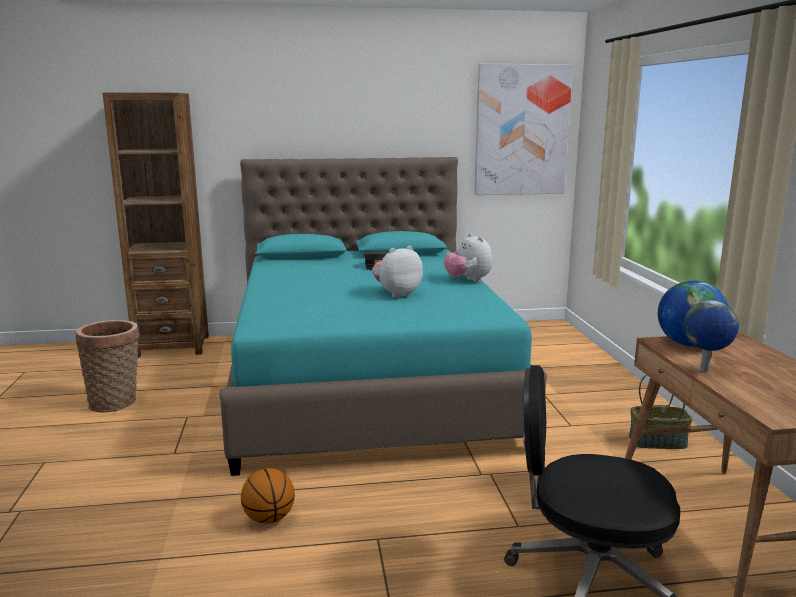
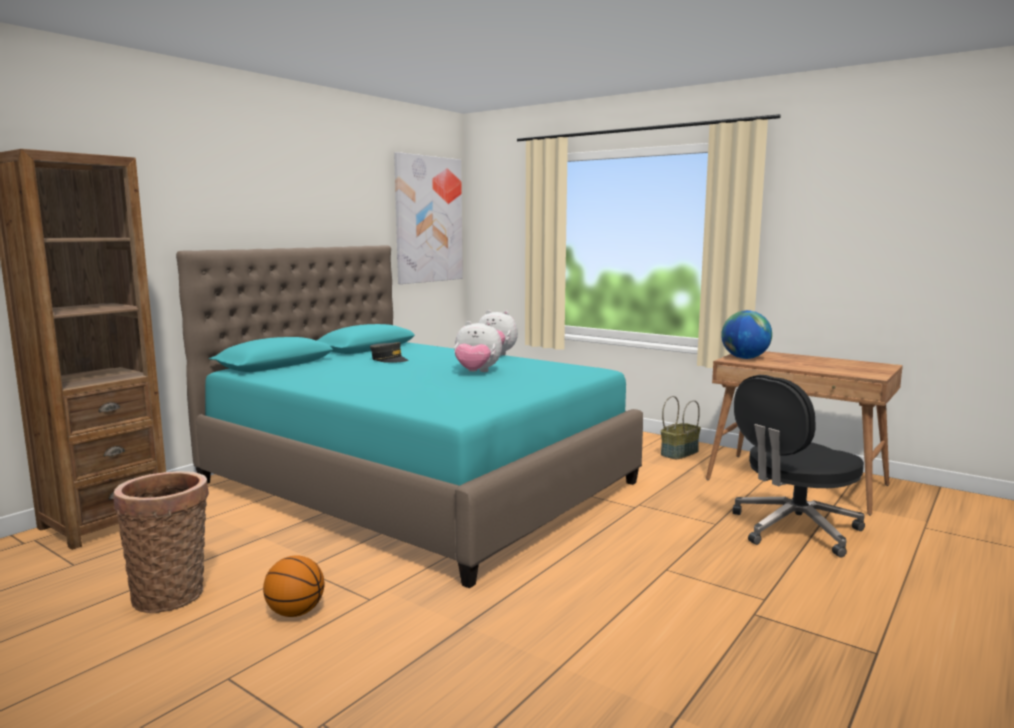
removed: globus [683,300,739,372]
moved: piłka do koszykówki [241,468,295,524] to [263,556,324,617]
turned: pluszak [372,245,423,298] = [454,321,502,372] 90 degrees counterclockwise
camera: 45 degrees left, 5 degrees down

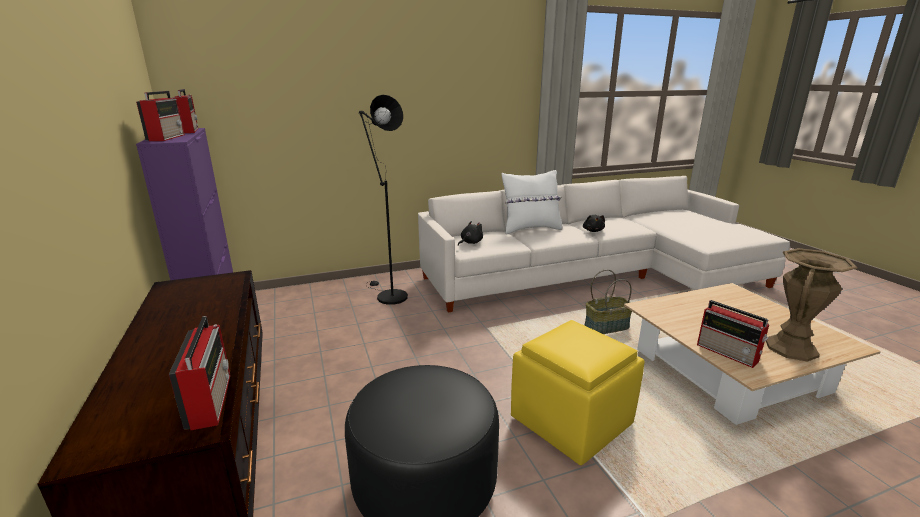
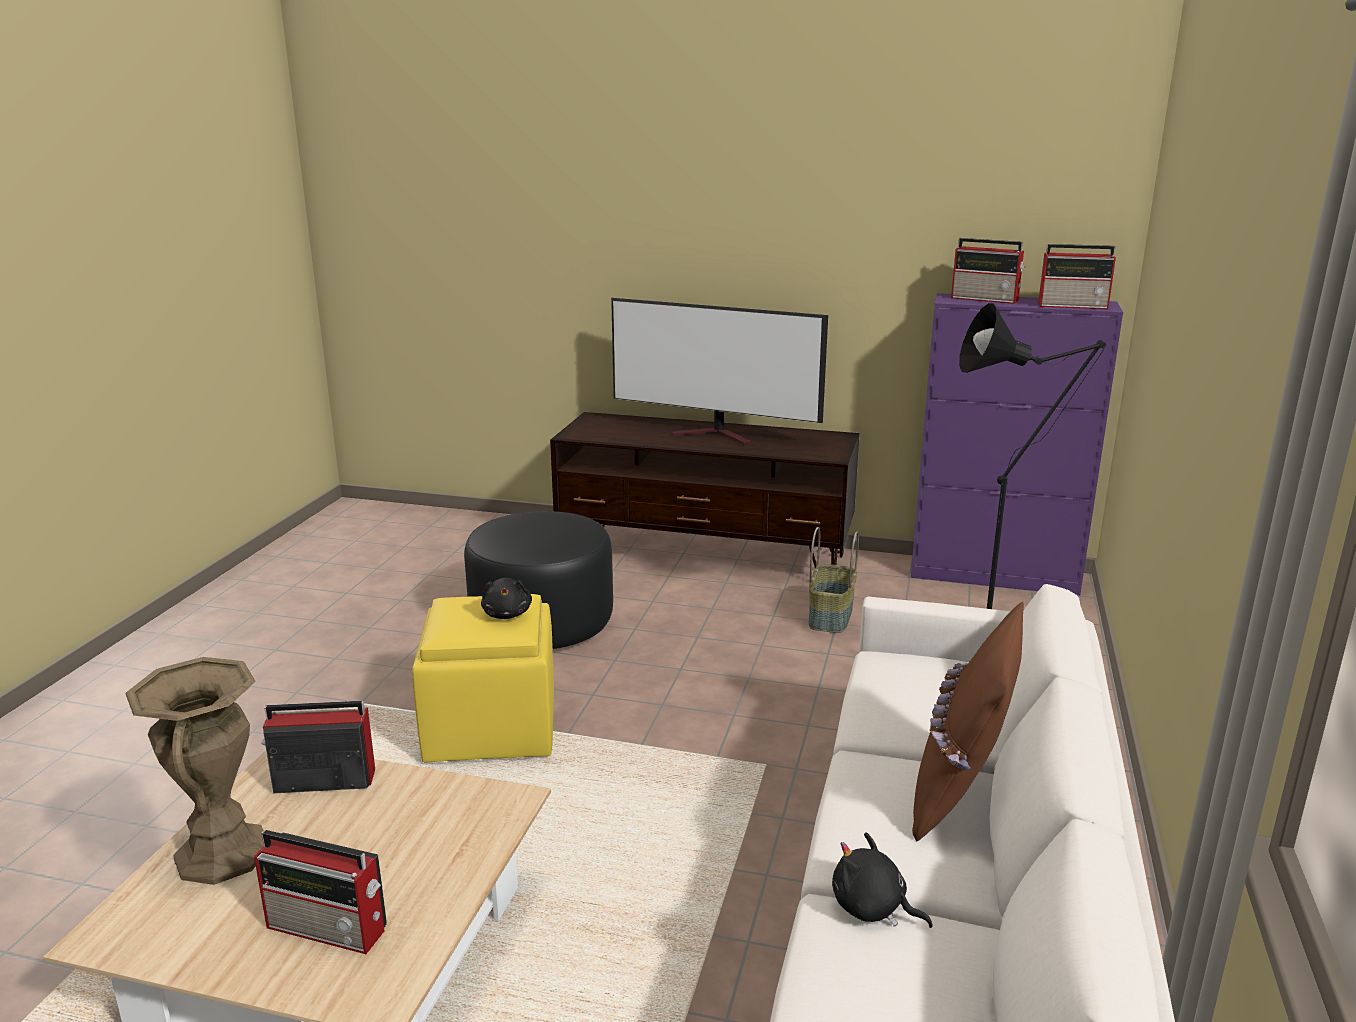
added: telewizor [611,298,828,445]
moved: radio [169,316,231,430] to [254,830,387,954]; pluszak/czarny [458,221,483,246] to [481,578,532,619]; koszyk [584,269,632,334] to [809,527,859,633]
recoloured: poduszka/biały [502,170,562,234] to poduszka/brązowy [912,602,1024,842]
camera: 125 degrees right, 0 degrees up

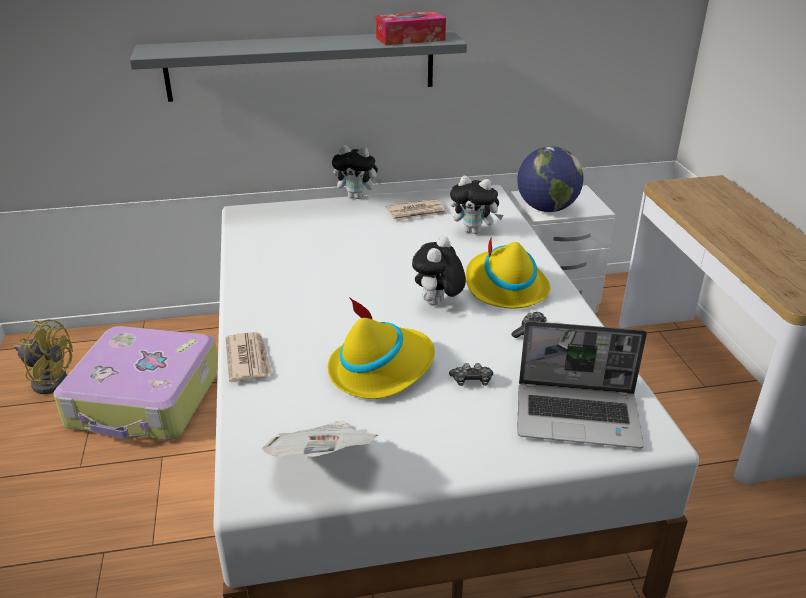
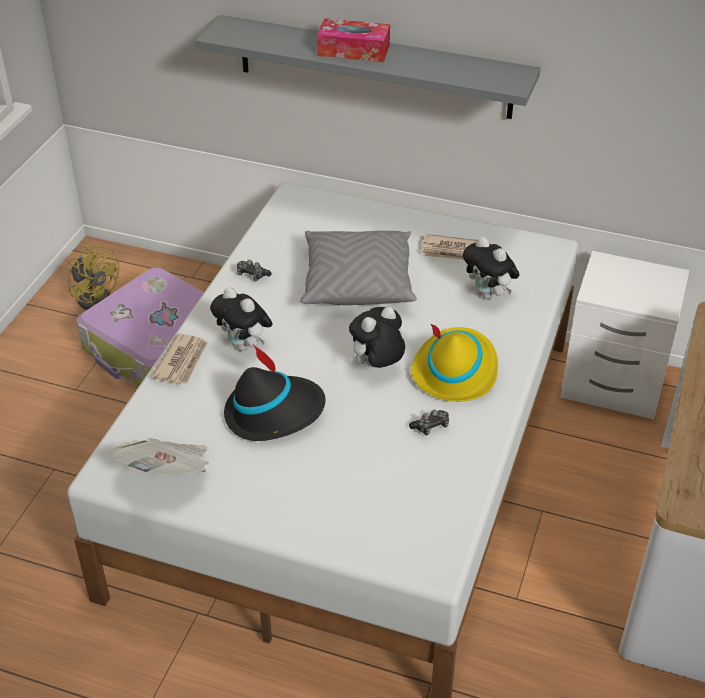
removed: laptop [517,321,647,448]; globus [518,146,584,212]
added: poduszka/szary [300,231,417,305]
moved: pluszak [332,145,382,199] to [210,287,273,351]; pad do gier [449,363,493,386] to [237,260,272,281]; pudełko chusteczek [375,11,446,45] to [317,18,390,62]
recoloured: kapelusz/żółty [328,297,435,399] to kapelusz/czarny [224,344,326,441]
camera: 30 degrees right, 10 degrees up

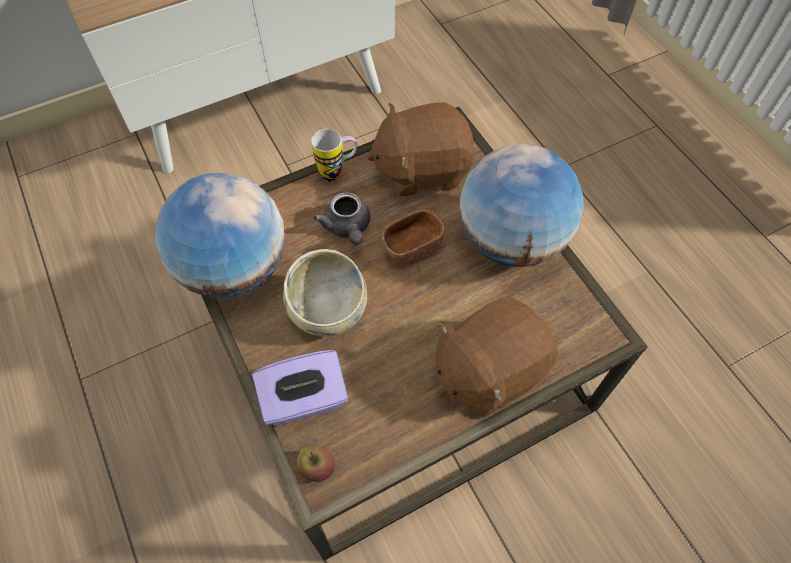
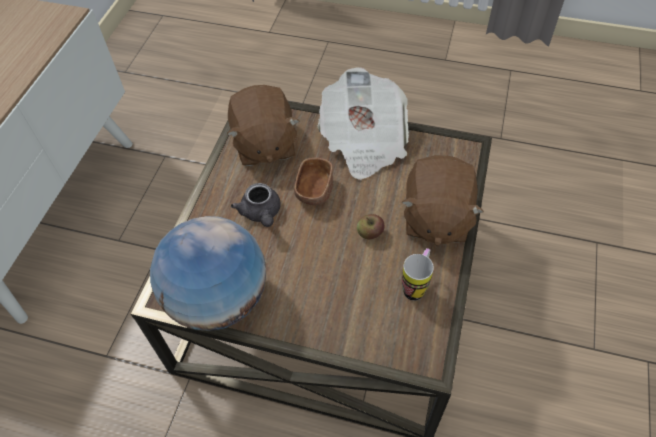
removed: pudełko chusteczek/fioletowy [252,350,348,426]; miska/beżowy [283,249,367,337]
moved: jabłko [297,445,335,482] to [357,214,385,239]; kubek [311,129,357,182] to [402,248,434,301]
replaced: globus [459,144,584,267] to gazeta [317,67,409,180]
turned: pluszak/brązowy [367,102,475,197] = [227,85,299,166] 45 degrees counterclockwise; imbryk/szary [314,192,370,245] = [231,183,281,227] 45 degrees clockwise
camera: 45 degrees left, 5 degrees down

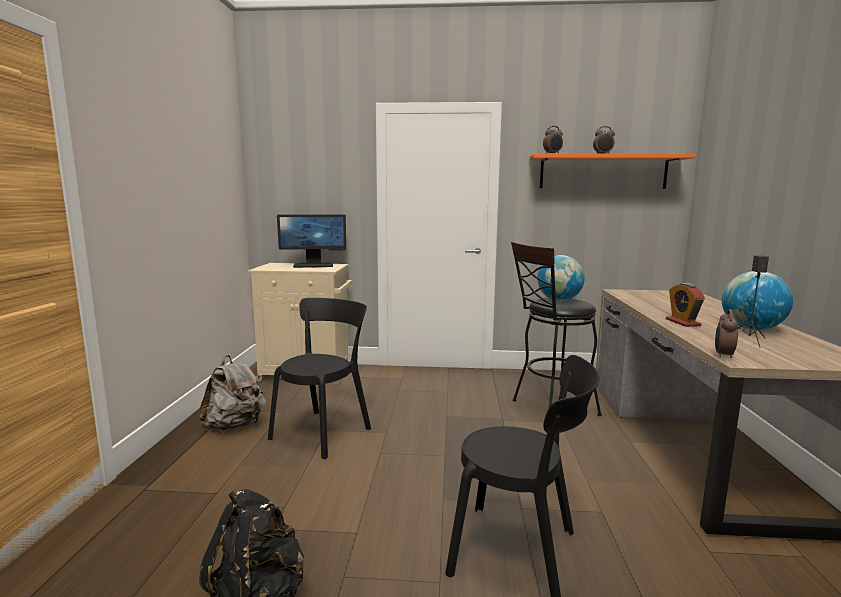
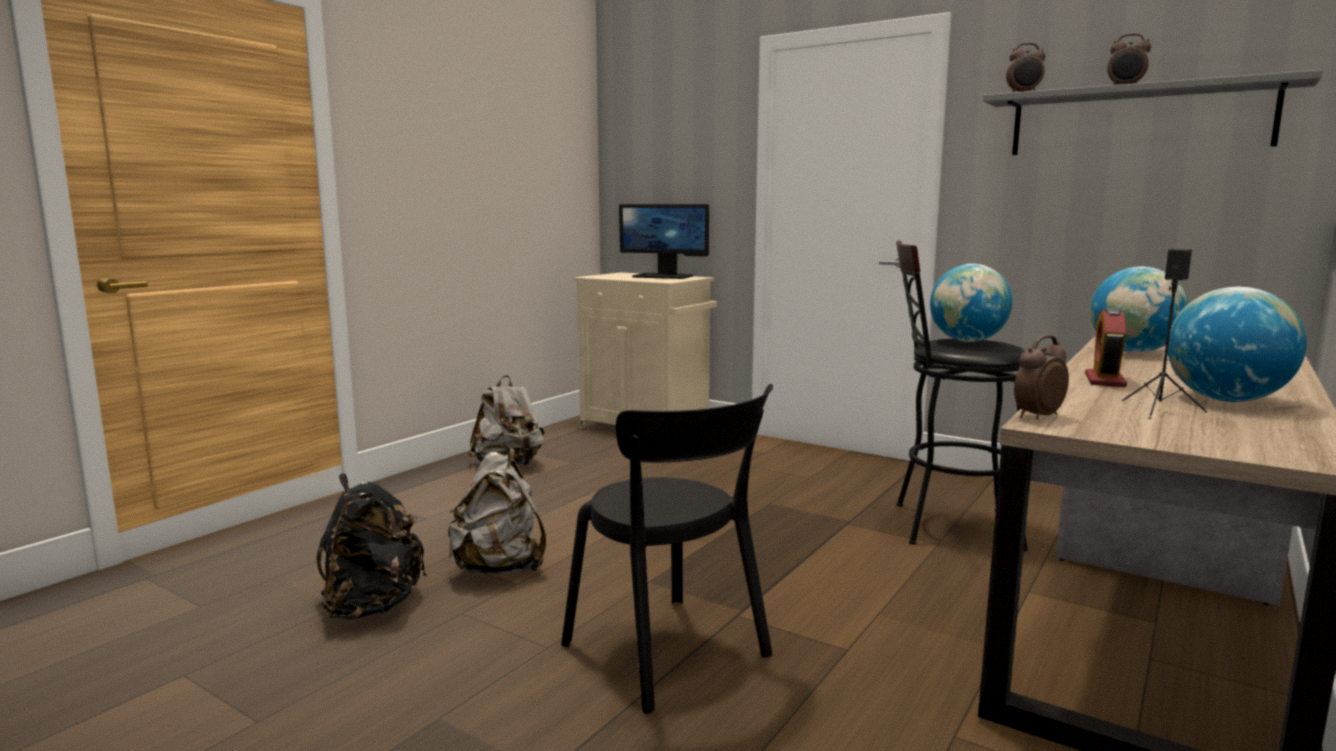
removed: krzesło/czarny [268,298,371,459]
added: plecak/szary [448,448,546,573]; globus [1090,266,1189,353]
recoloured: półka/pomarańczowy [529,154,696,189] to półka/szary [983,70,1323,155]
camera: 30 degrees right, 0 degrees up

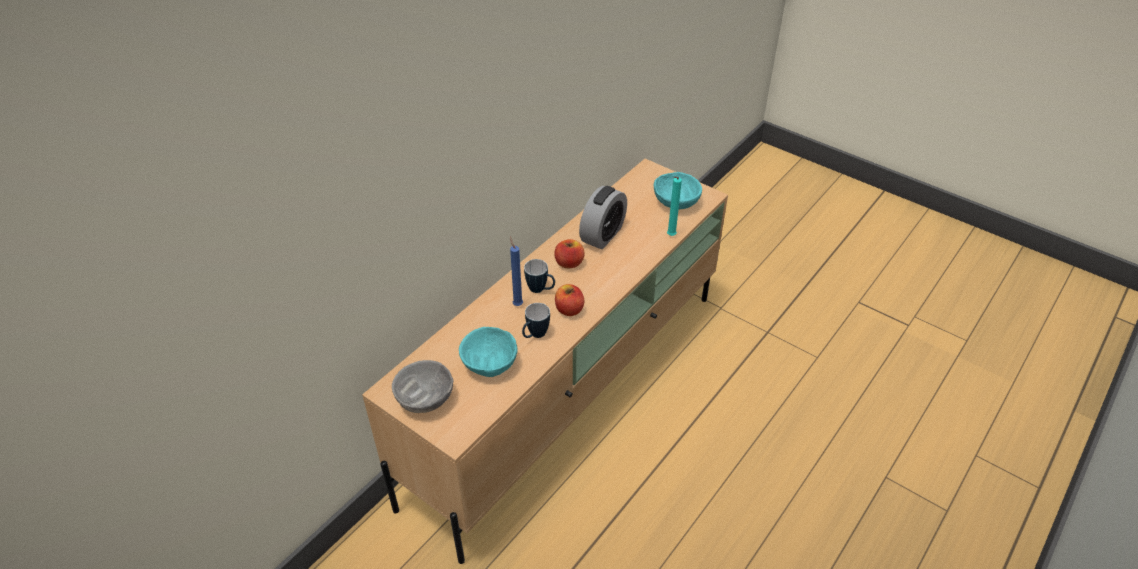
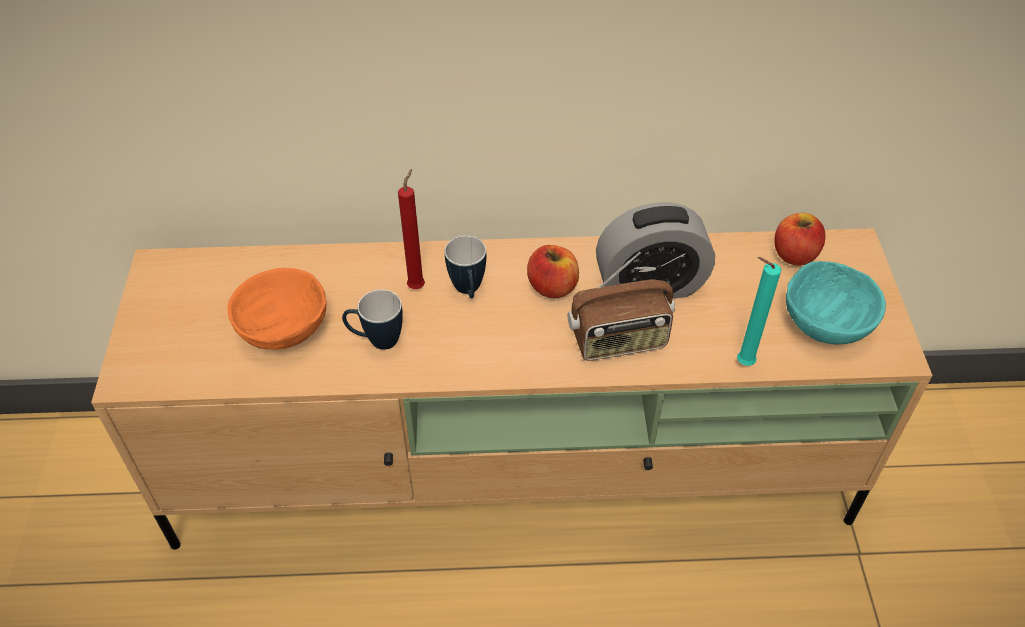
removed: miska/szary [392,360,453,413]
added: radio [568,252,675,361]
moved: jabłko [555,284,584,316] to [774,213,825,266]
recoloured: miska/turkusowy [459,327,518,377] to miska/pomarańczowy [228,268,327,350]; świeca/niebieski [510,236,523,306] to świeca/czerwony [398,169,425,289]
camera: 50 degrees right, 5 degrees up

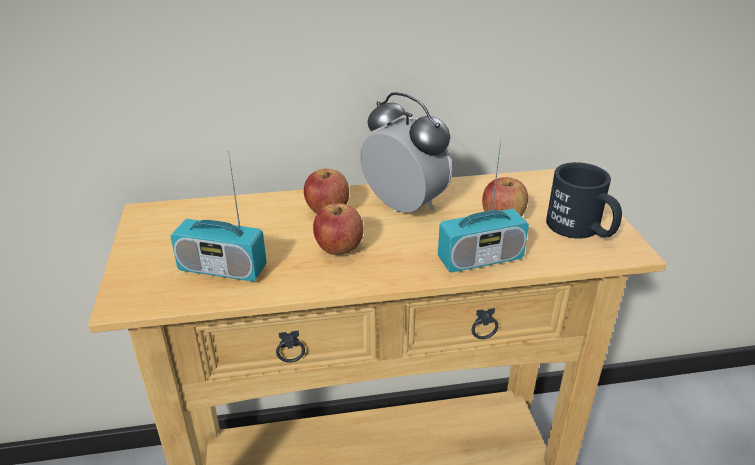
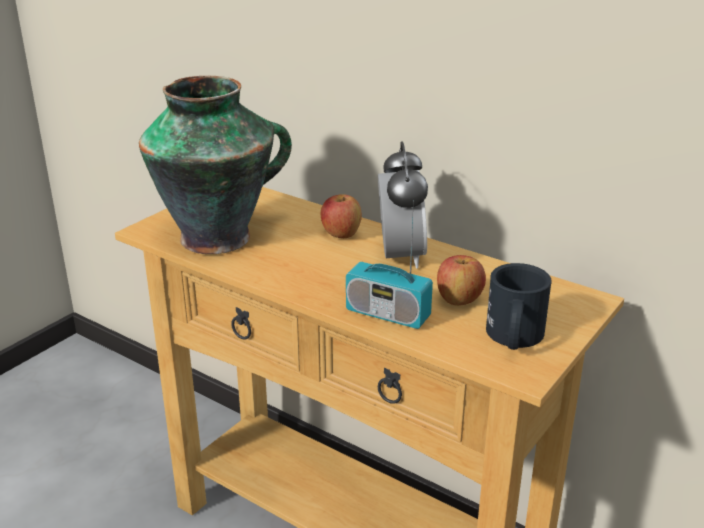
removed: jabłko [313,203,364,255]
replaced: radio [171,151,267,282] to wazon [139,76,292,254]
camera: 45 degrees right, 5 degrees down

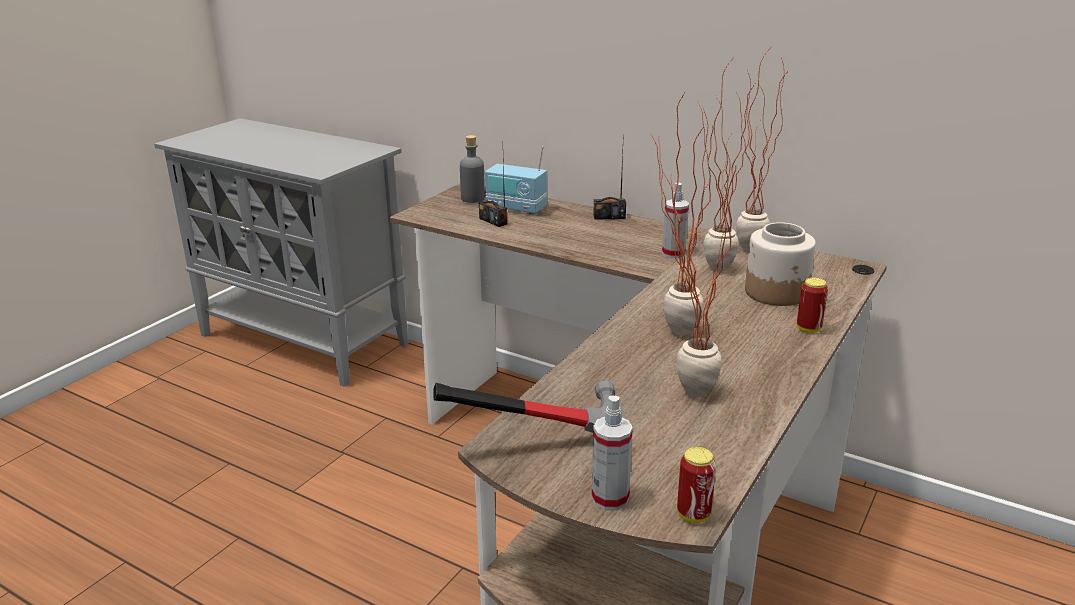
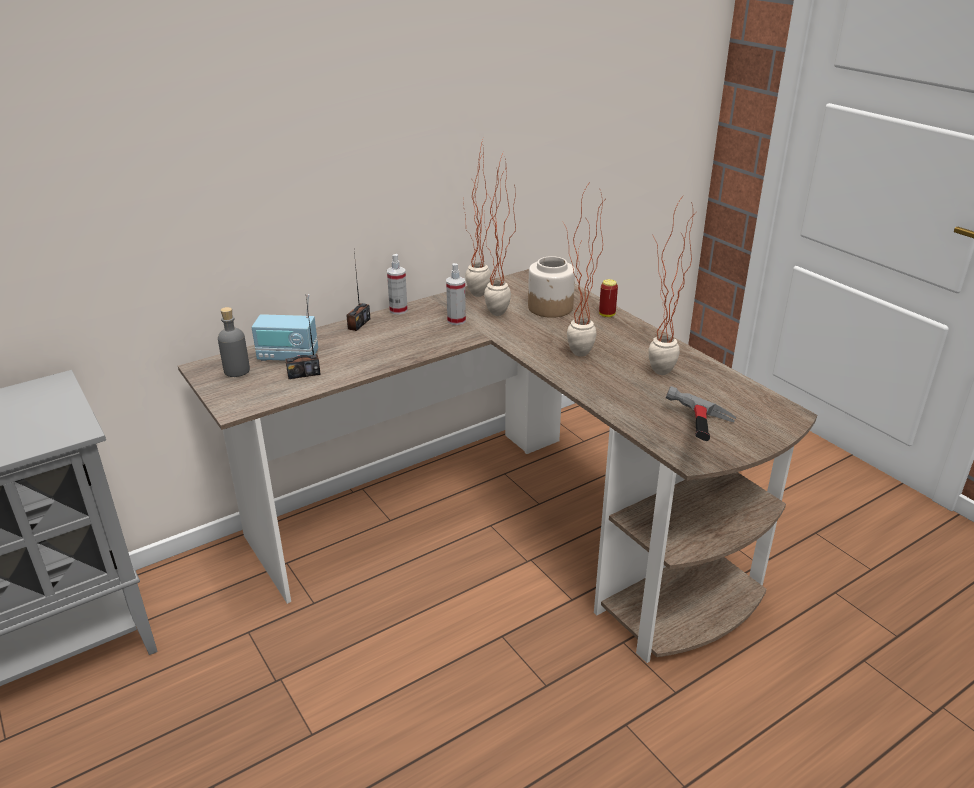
removed: puszka [677,447,716,523]
moved: spryskiwacz [592,396,633,511] to [387,254,408,314]
turned: radio [485,146,547,215] = [252,294,318,361] 45 degrees clockwise
camera: 65 degrees left, 5 degrees up

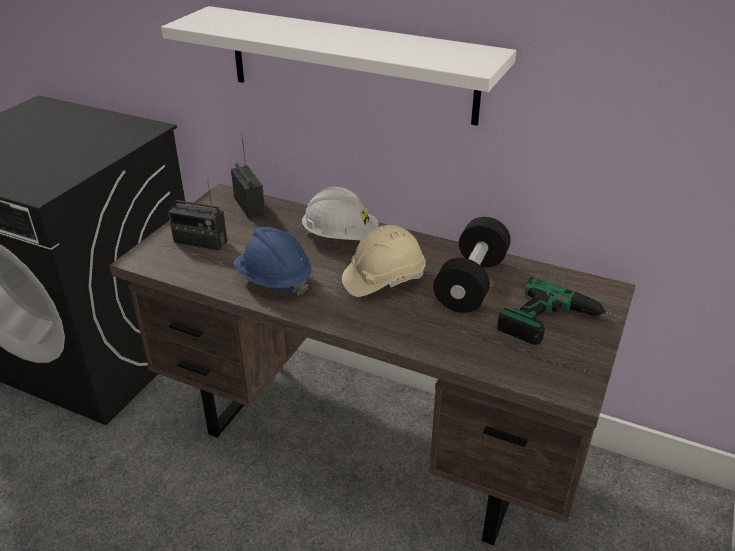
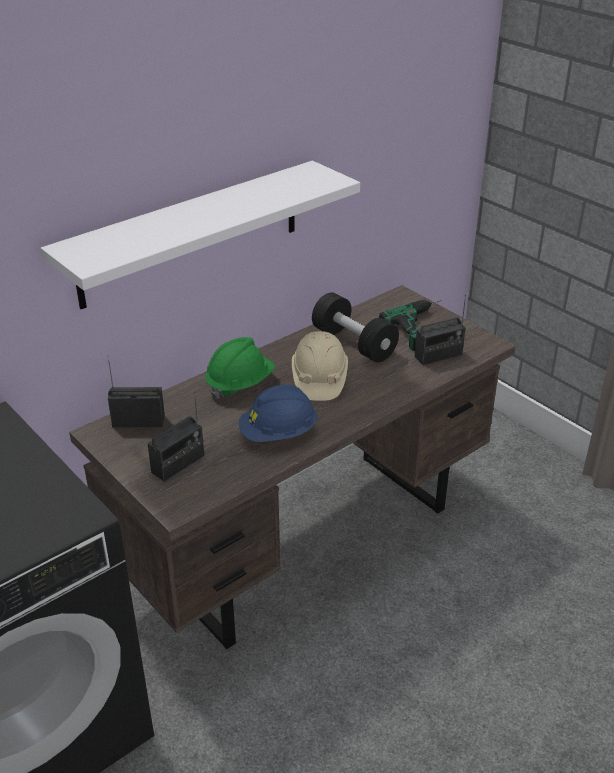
added: radio [415,295,466,365]
recoloured: kask/biały [301,187,379,240] to kask/zielony [205,337,275,399]
camera: 65 degrees left, 0 degrees up

